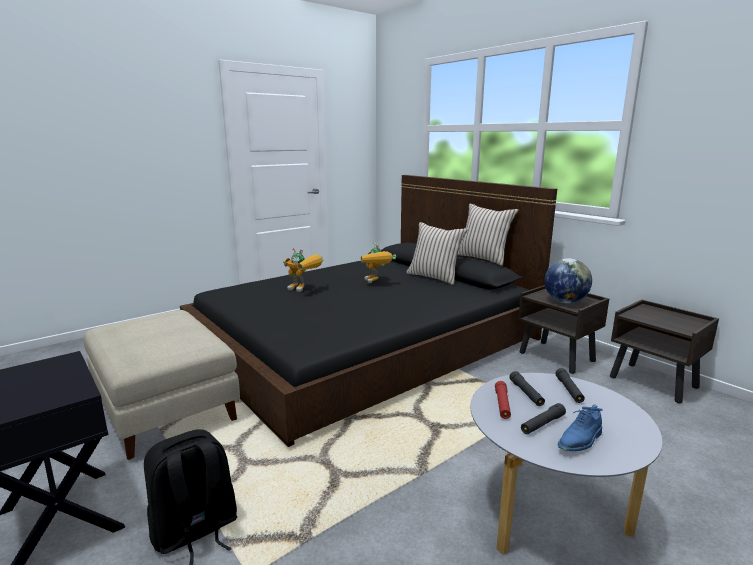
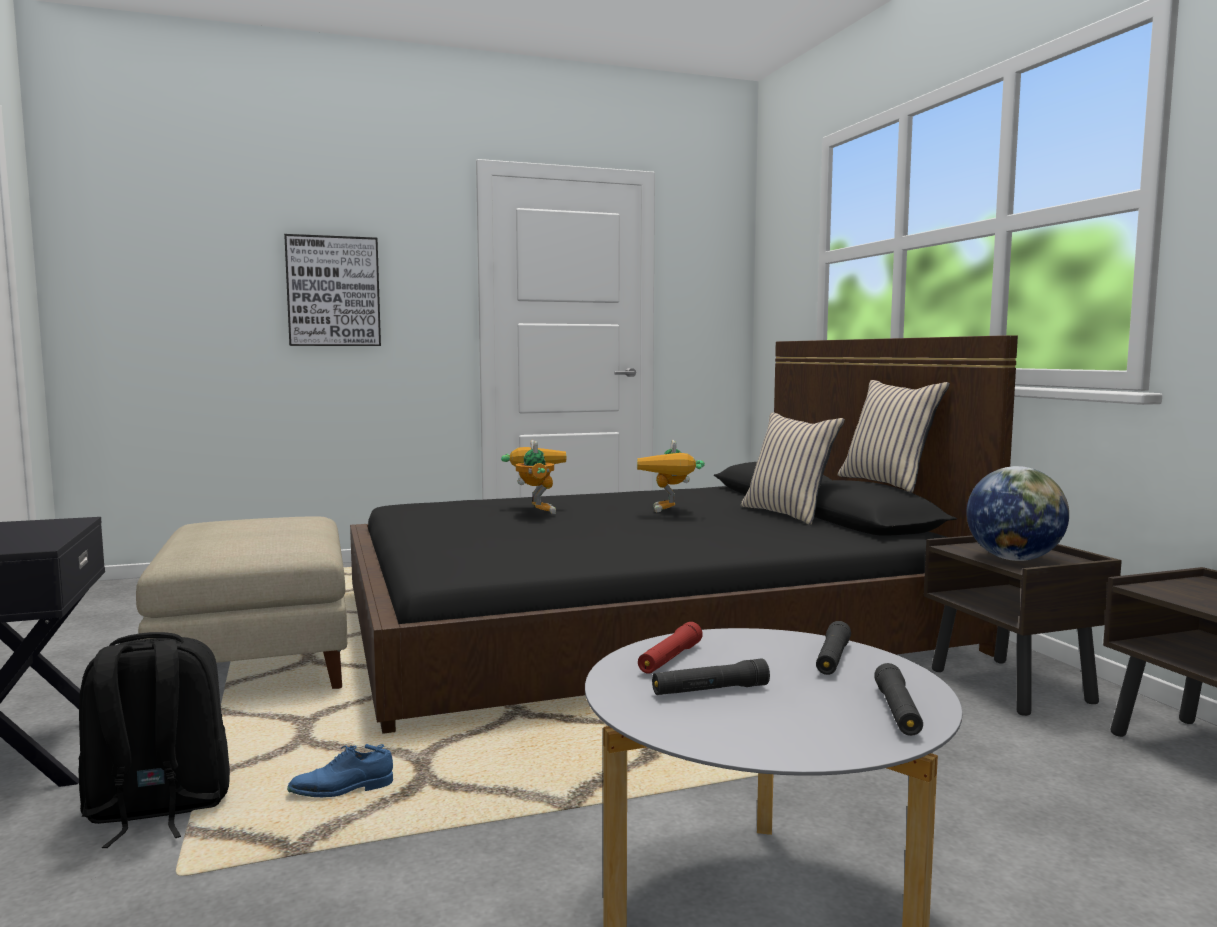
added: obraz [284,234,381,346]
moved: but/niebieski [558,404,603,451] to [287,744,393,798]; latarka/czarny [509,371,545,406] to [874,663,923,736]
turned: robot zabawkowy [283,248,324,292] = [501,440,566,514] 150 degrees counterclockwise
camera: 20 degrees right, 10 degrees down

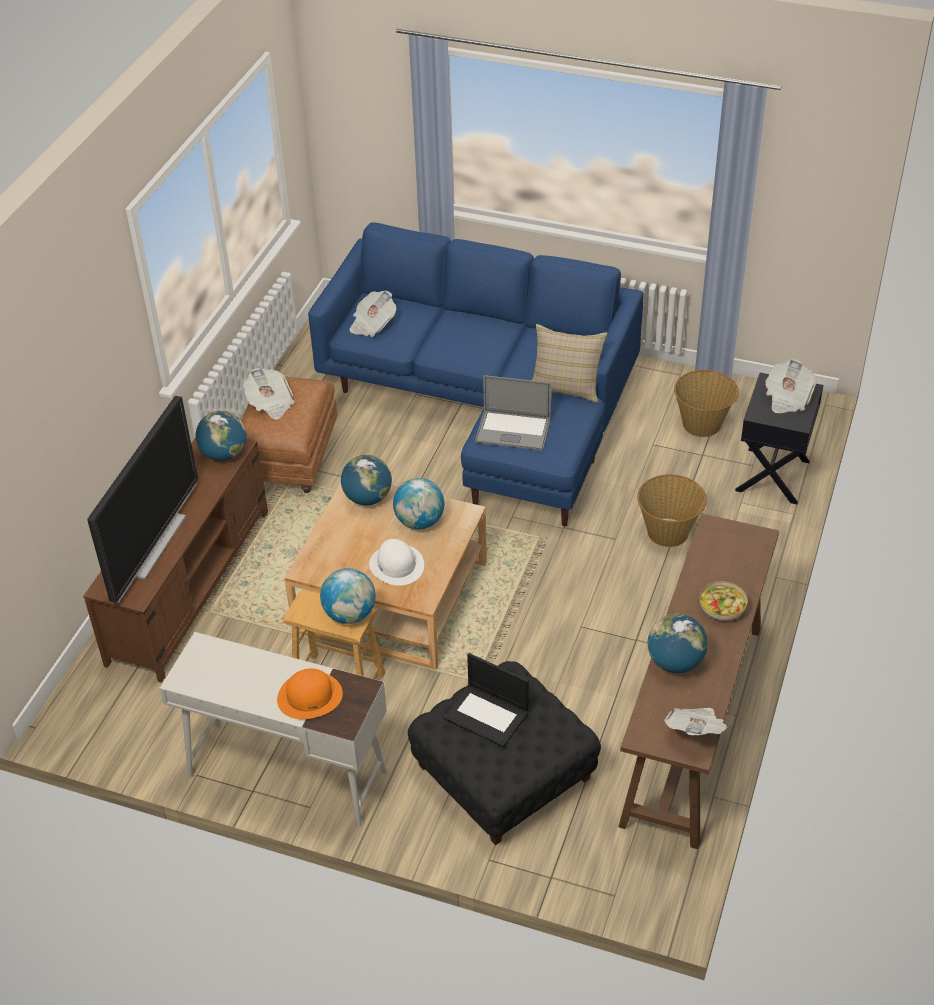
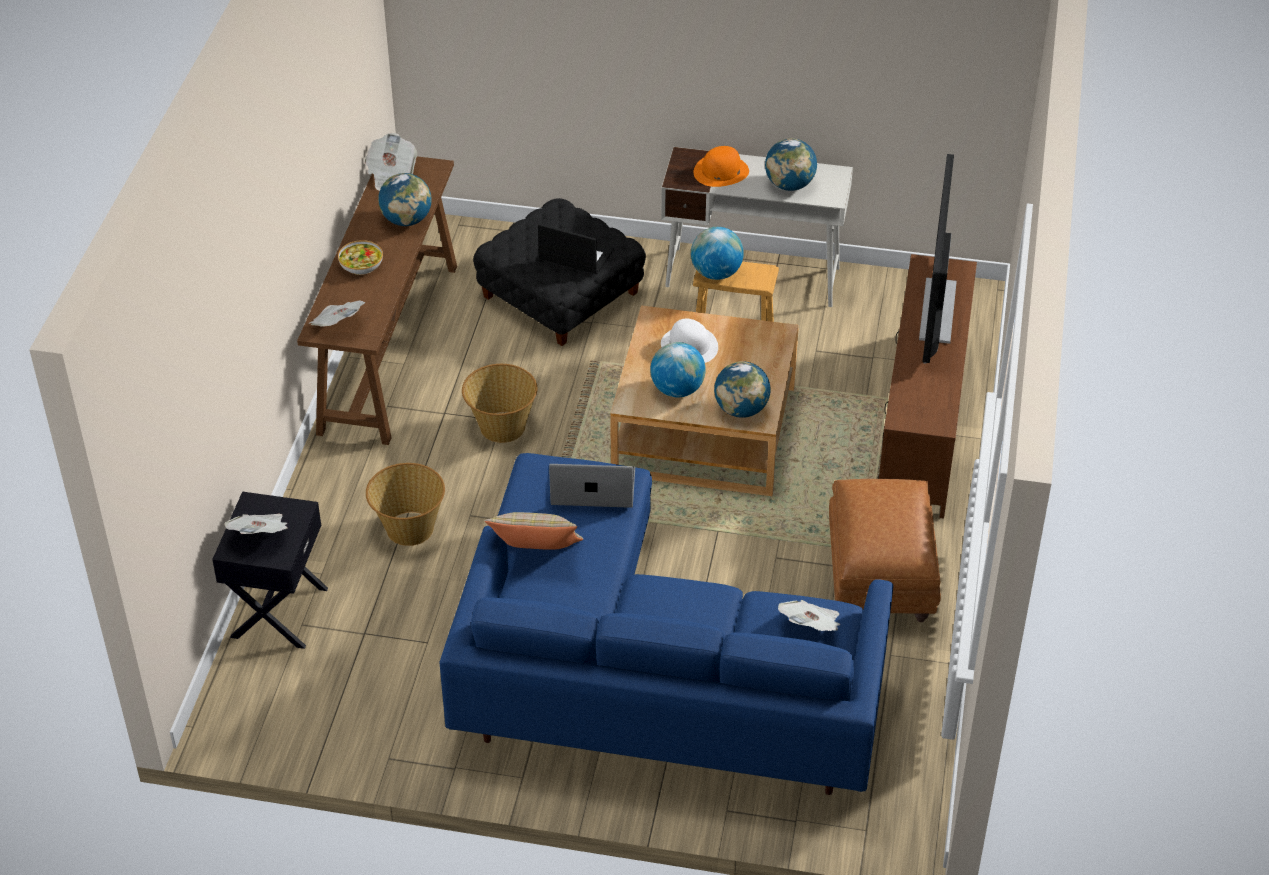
moved: gazeta [243,368,295,420] to [309,300,365,327]; koszyk [674,370,739,437] to [462,364,537,443]; globus [196,411,246,461] to [765,138,817,191]
camera: 170 degrees right, 0 degrees up

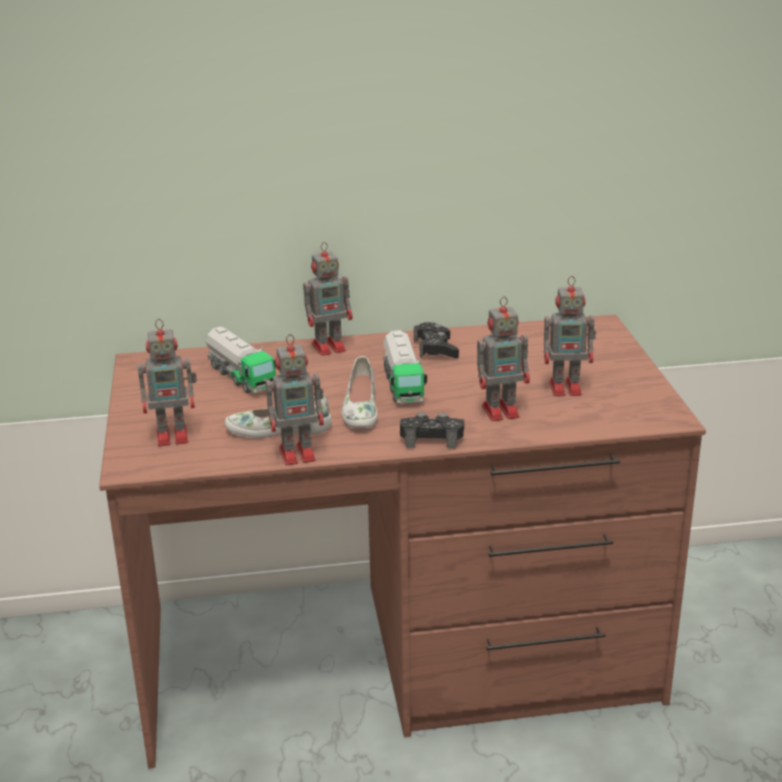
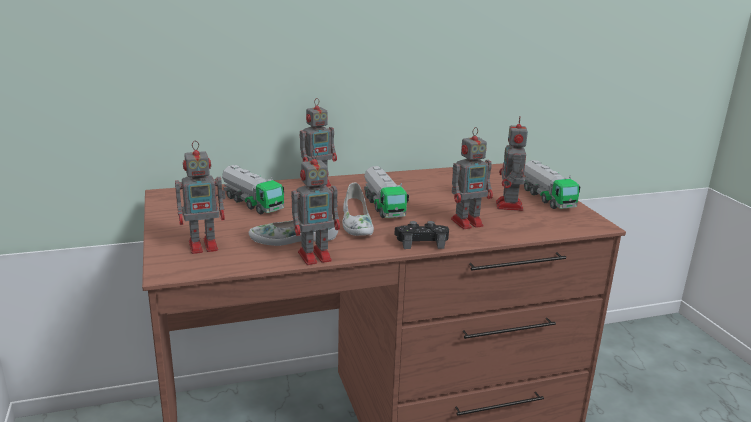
removed: pad do gier/czarny [414,322,459,358]
added: ciężarówka zabawkowa [524,160,580,209]
turned: robot zabawkowy [544,276,596,396] = [496,117,528,211] 105 degrees clockwise
camera: 10 degrees left, 5 degrees down

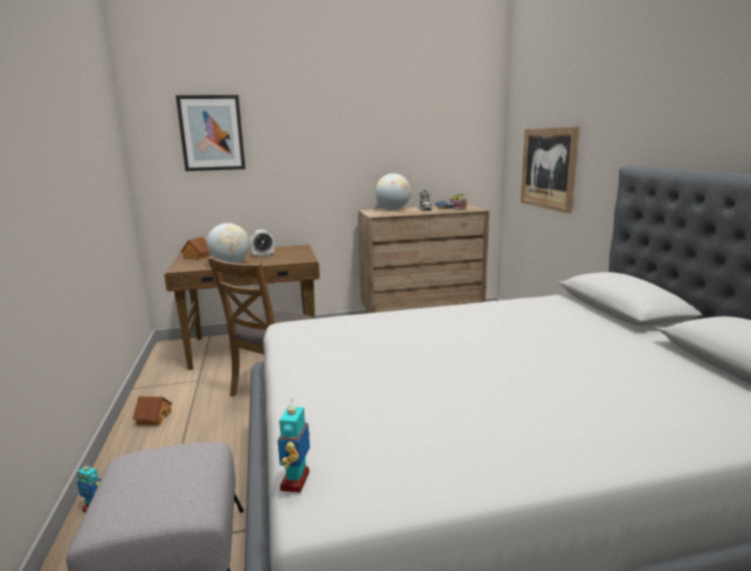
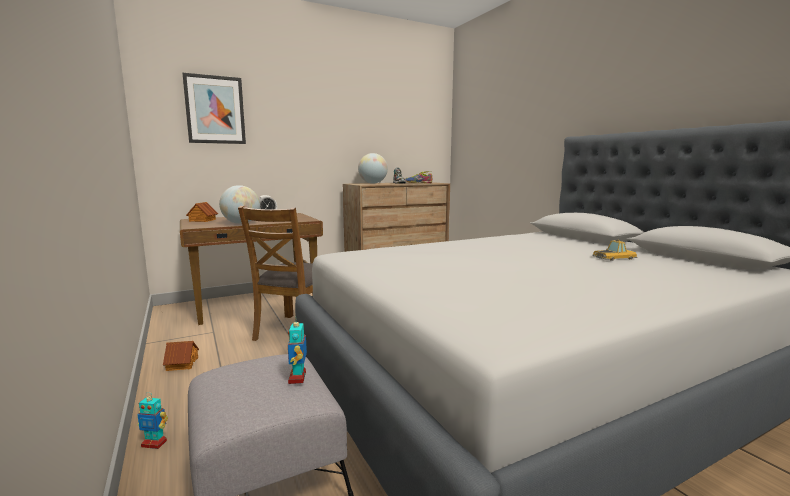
removed: obraz [521,126,579,214]
added: samochodzik [592,239,637,261]
moved: robot zabawkowy [278,398,310,493] to [288,317,307,384]
camera: 15 degrees left, 5 degrees down

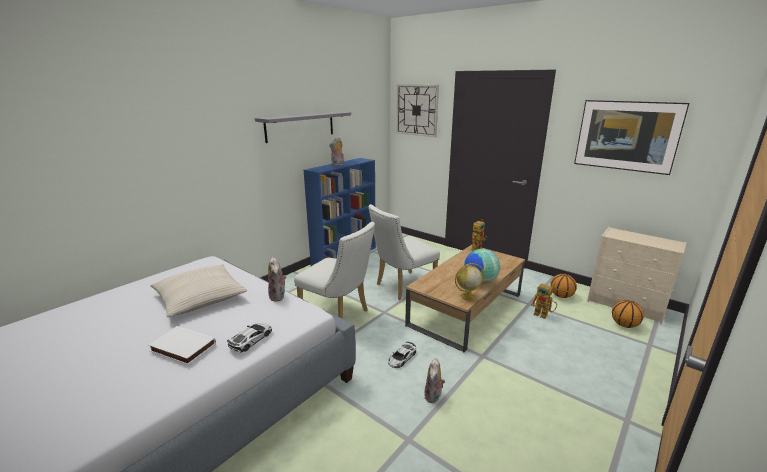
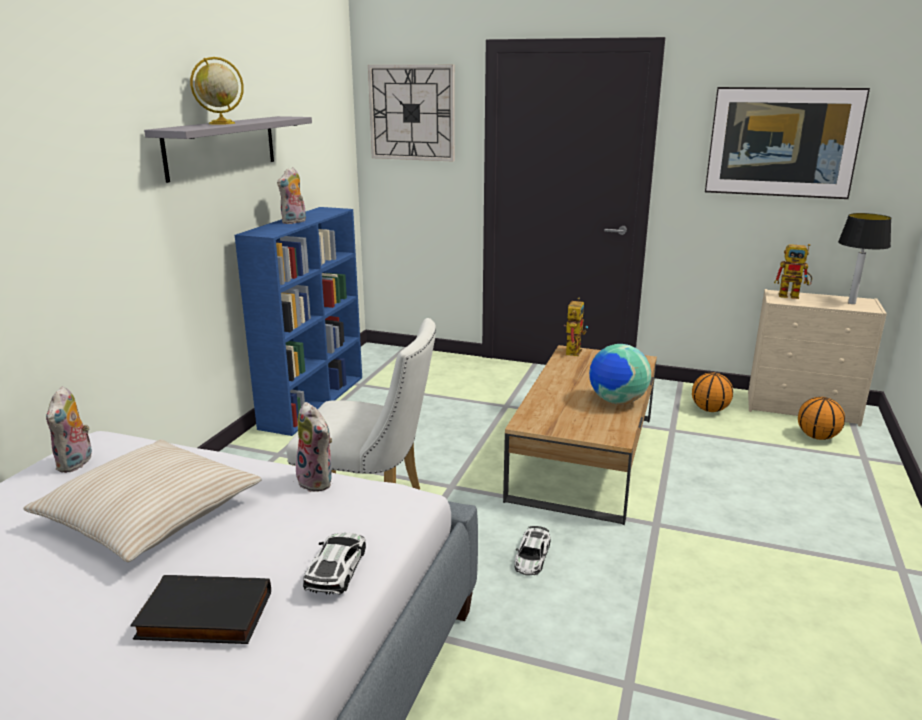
removed: krzesło/biały [368,204,440,300]
added: lampa stołowa [838,213,892,304]
moved: pluszak [424,358,445,403] to [46,386,92,473]; globus [455,263,484,301] to [190,57,244,125]; robot zabawkowy [531,284,557,319] to [774,244,812,299]
recoloured: książka/biały [148,326,216,365] to książka/czarny [130,575,271,644]
camera: 20 degrees left, 0 degrees up

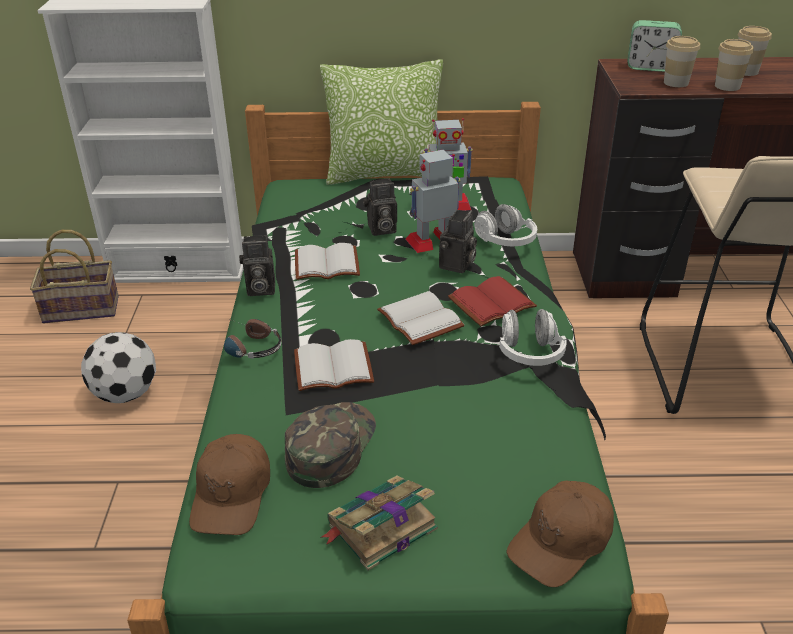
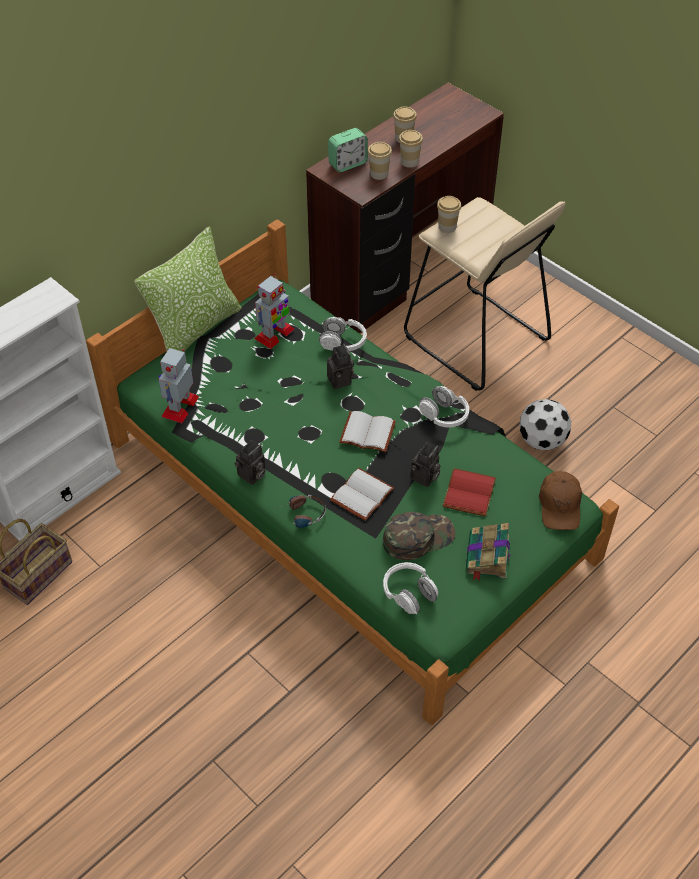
removed: książka/biały [295,243,360,280]
added: filiżanka [437,196,461,233]
moved: robot zabawkowy [405,150,461,253] to [158,348,199,423]; aparat fotograficzny [363,178,397,236] to [410,442,440,487]; książka/czerwony [448,276,537,326] to [443,468,496,516]; piłka futbolowa [81,332,156,403] to [519,399,571,450]
replaced: czapka z daszkiem/brązowy [189,434,270,535] to słuchawki/biały [383,562,438,615]
turned: czapka z daszkiem/zielony [285,402,376,488] = [383,512,455,560] 90 degrees clockwise
camera: 45 degrees left, 15 degrees up

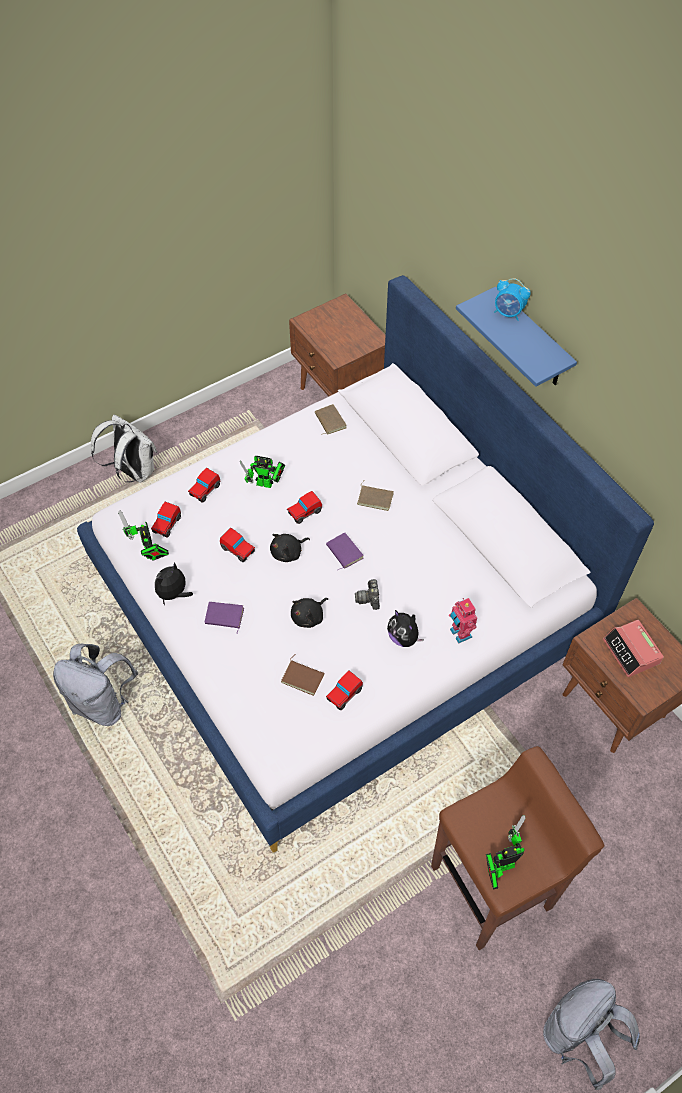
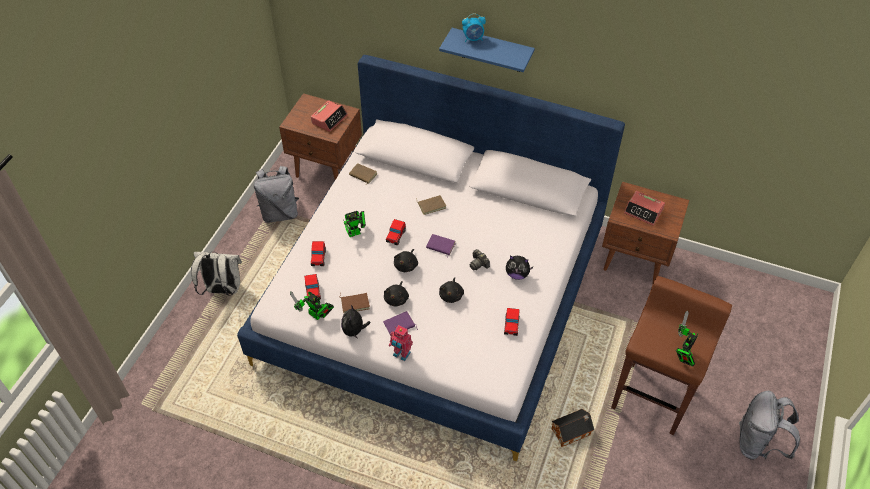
removed: samochodzik [220,528,255,562]
added: budzik [311,100,348,132]; pluszak/czarny [384,281,409,306]; domek [551,409,595,447]
moved: plecak/szary [53,644,138,726] to [254,166,299,223]; książka/brązowy [281,655,324,696] to [340,293,370,313]; robot zabawkowy [449,598,477,644] to [389,325,413,361]
camera: 35 degrees left, 5 degrees down

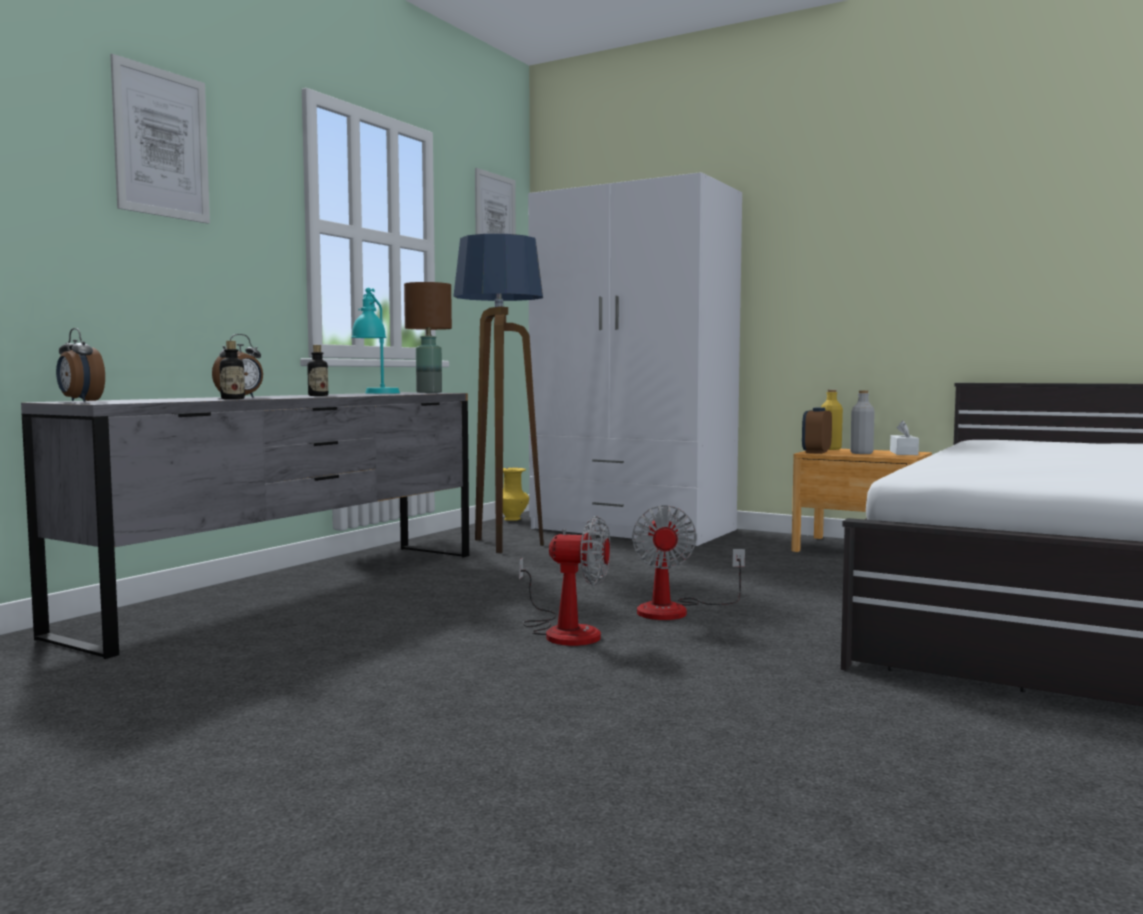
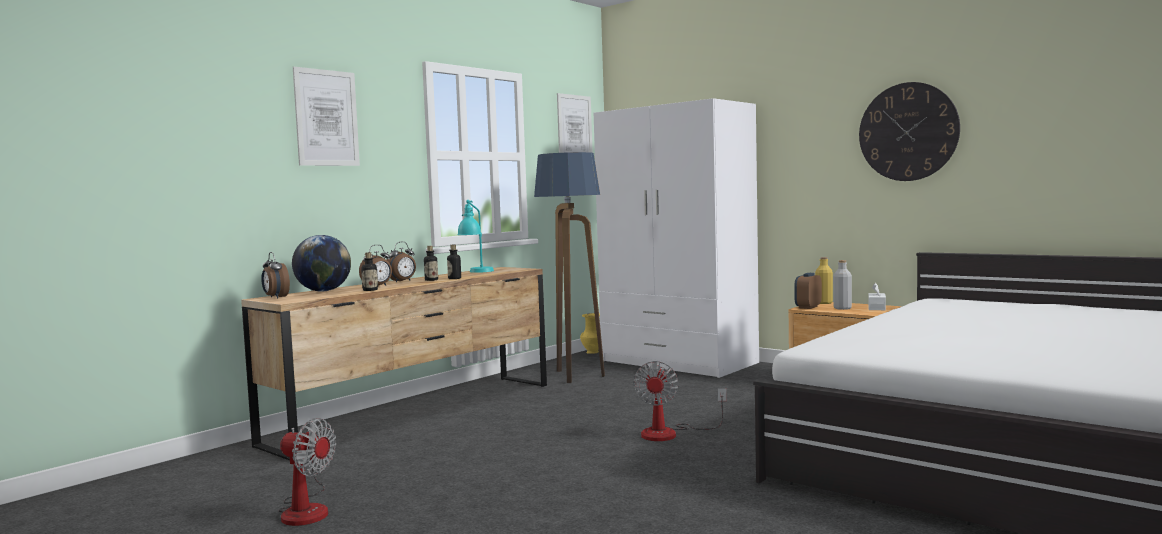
removed: lampa stołowa/brązowy [404,282,452,393]
added: globus [292,235,351,292]; budzik [386,242,416,282]; butelka [447,244,461,279]; zegar ścienny [859,82,960,181]
moved: wentylator [519,516,610,646] to [278,418,336,526]
recoloured: komoda/szary [21,392,469,659] to komoda/brązowy [241,267,547,460]
camera: 10 degrees right, 0 degrees up

